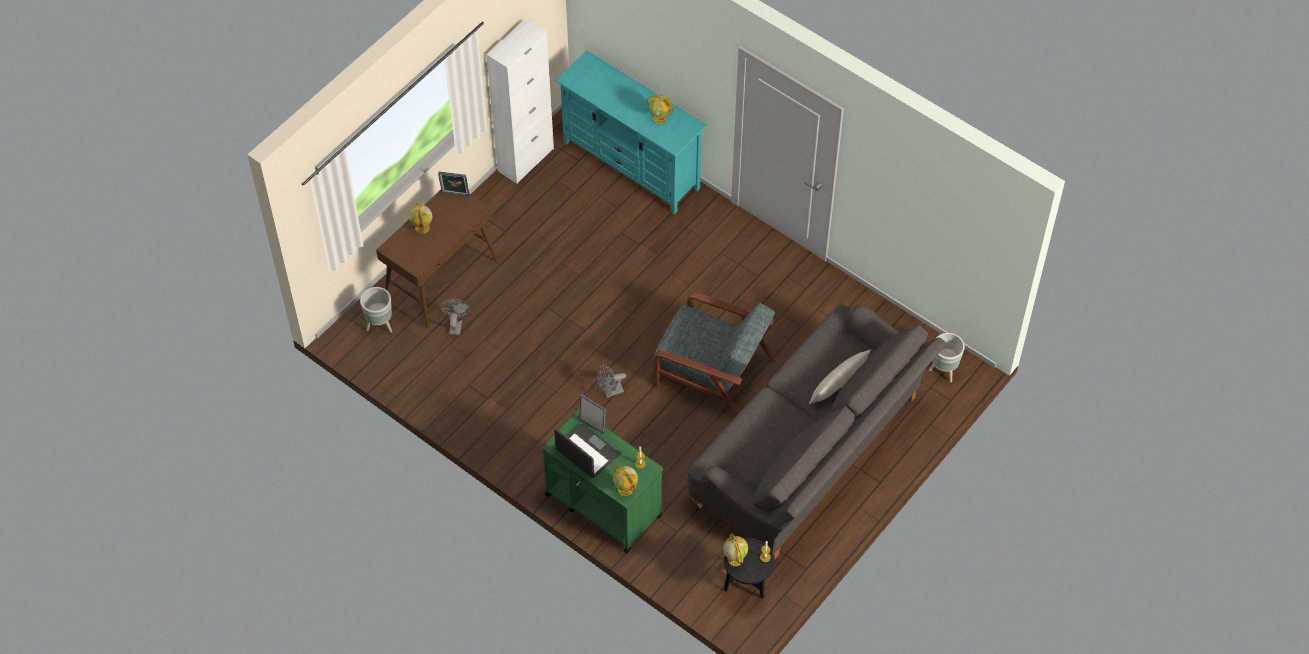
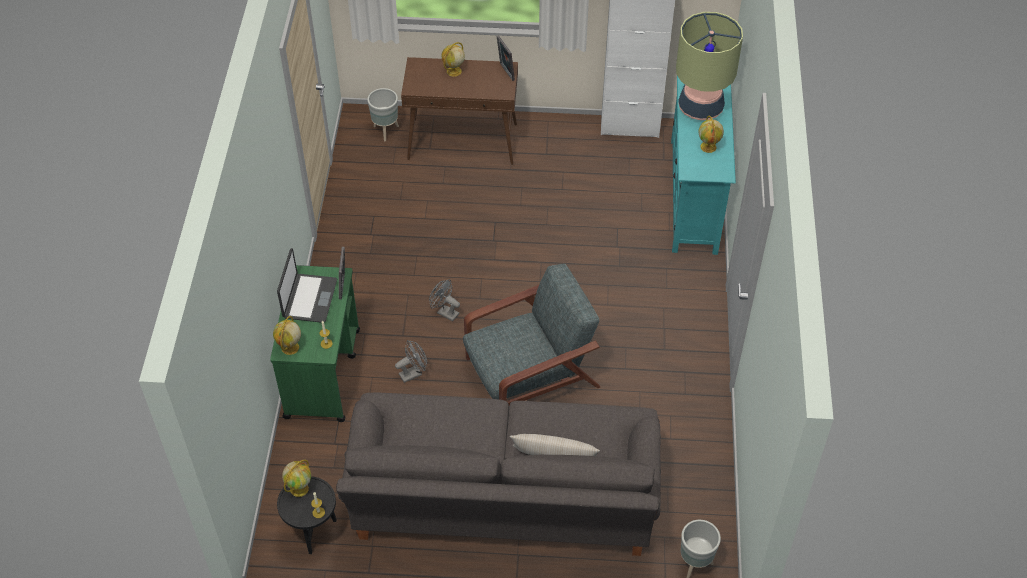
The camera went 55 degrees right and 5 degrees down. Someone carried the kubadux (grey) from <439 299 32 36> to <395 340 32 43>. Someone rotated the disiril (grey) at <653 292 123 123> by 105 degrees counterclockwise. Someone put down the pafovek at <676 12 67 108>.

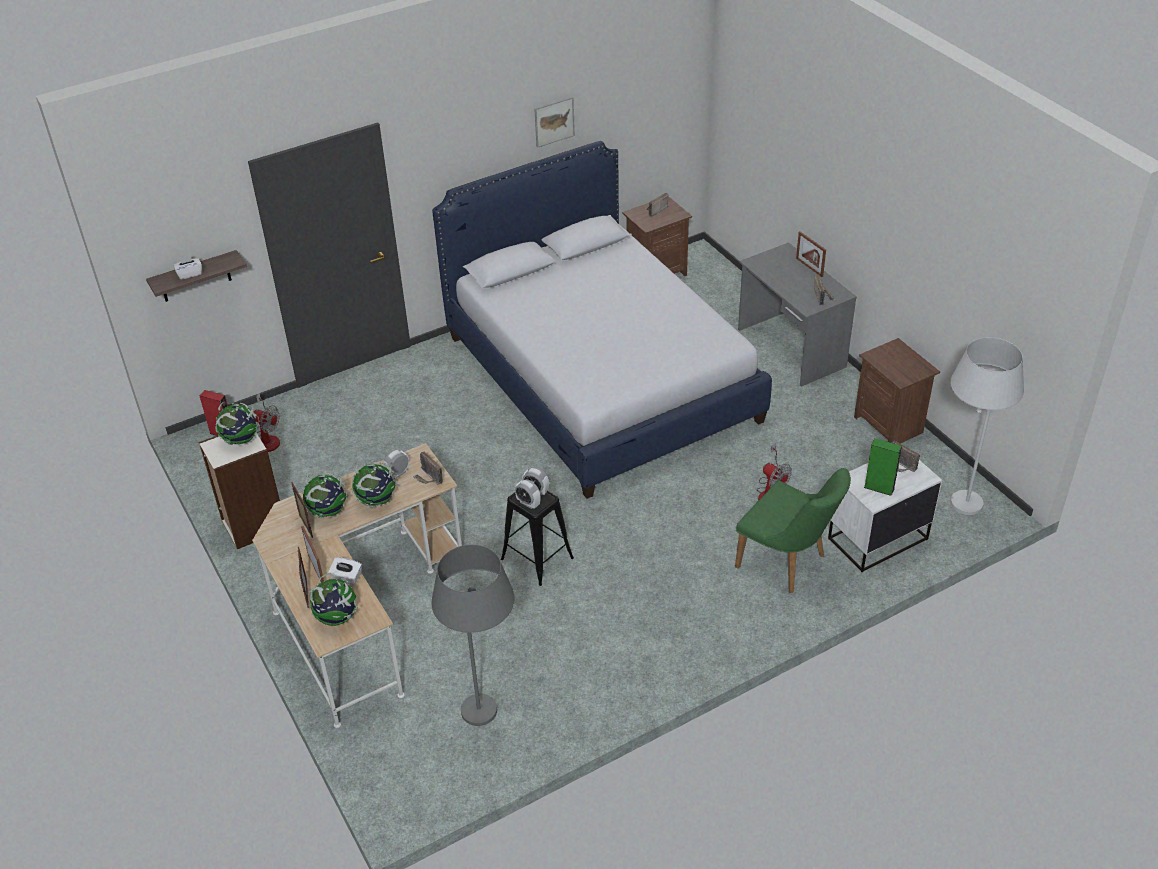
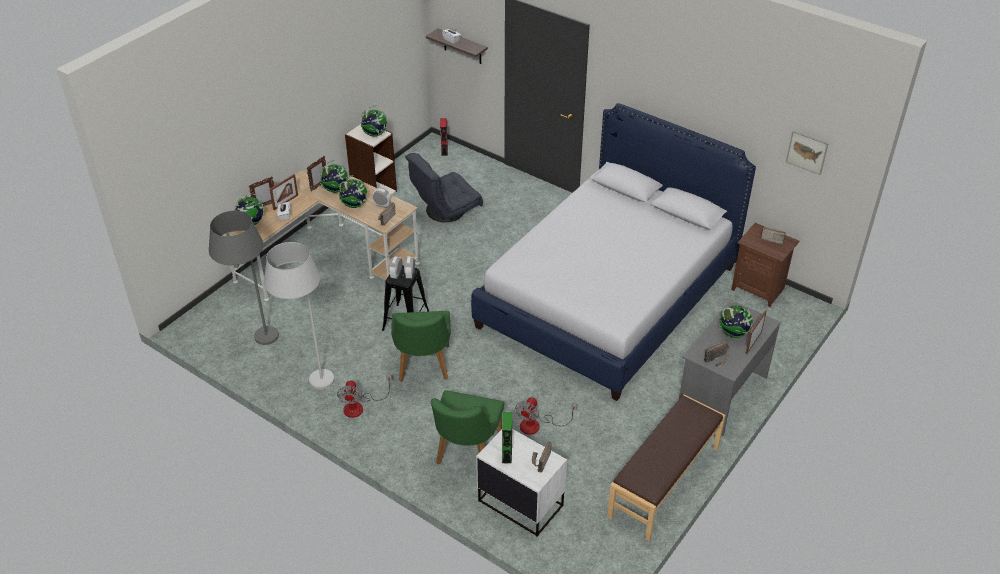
The camera went 65 degrees right and 0 degrees up. Someone carried the kubadux from <253 393 27 59> to <337 375 55 43>. Someone carried the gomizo from <534 96 41 52> to <786 131 43 44>. Someone swapped the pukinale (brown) at <854 338 86 105> for the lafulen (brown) at <607 395 118 146>. Someone carried the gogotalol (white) from <950 337 74 178> to <264 242 70 147>. Someone put down the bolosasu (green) at <391 311 60 71>. Someone put down the disiril (grey) at <405 153 78 69>. Someone put down the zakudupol at <719 301 34 37>.

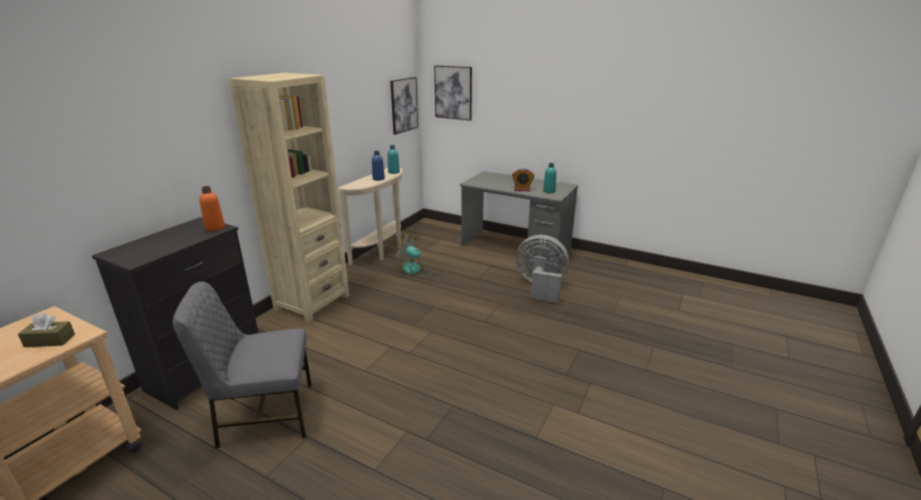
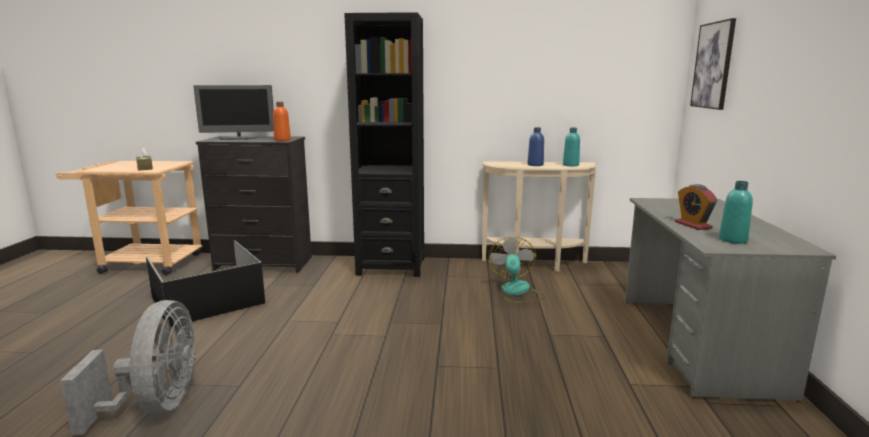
The camera went 65 degrees right and 10 degrees down. Someone swapped the bolosasu (grey) at <173 281 139 167> for the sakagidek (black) at <146 241 119 86>. Someone repainted the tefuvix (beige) at <229 73 120 250>, which became the tefuvix (black) at <344 12 80 265>. Someone took away the gomizo at <390 77 28 58>. Someone carried the kubadux (grey) from <515 235 54 68> to <60 300 136 135>. Someone put down the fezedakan at <193 85 81 55>.

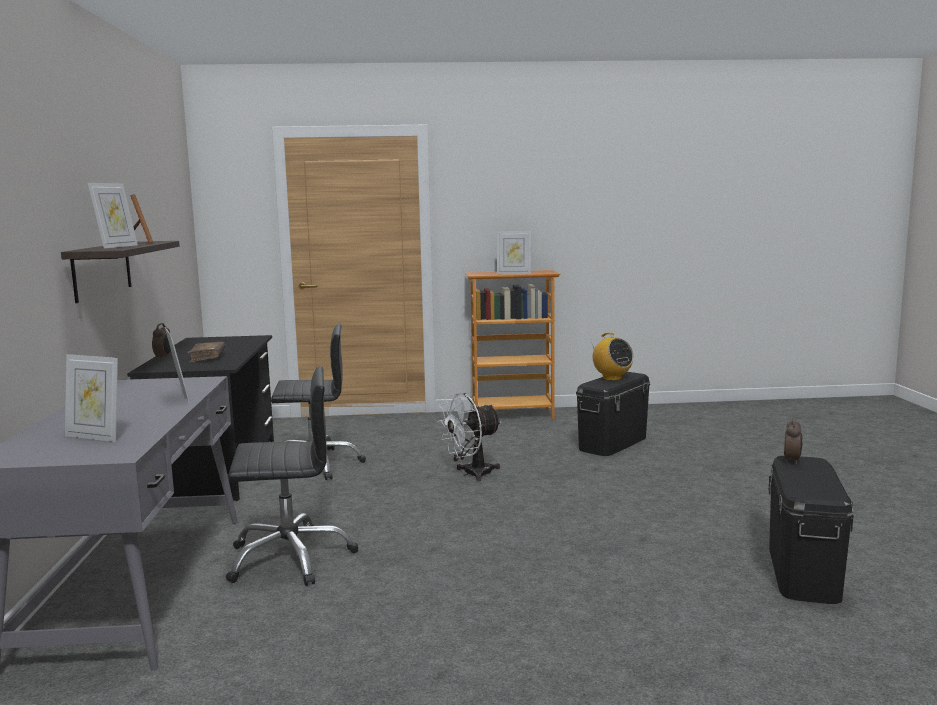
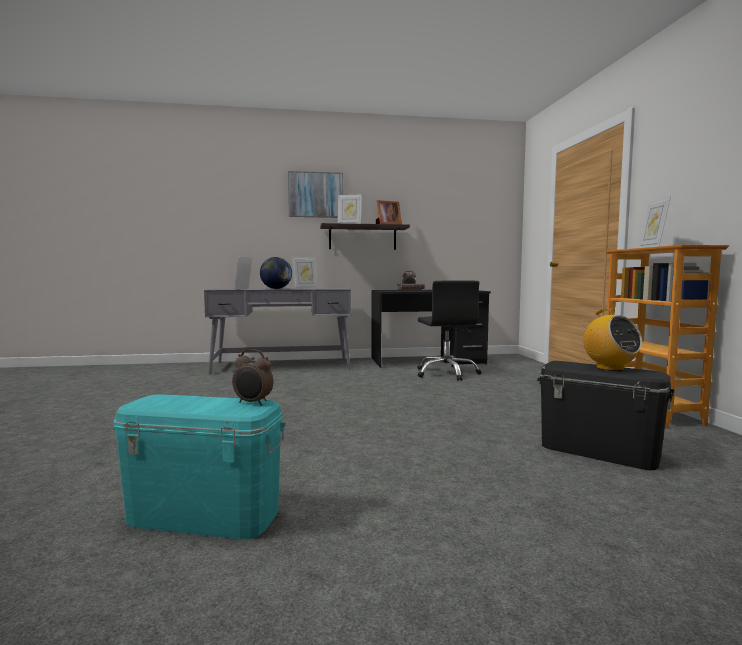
The camera went 85 degrees right and 5 degrees down. Someone took away the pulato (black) at <226 366 133 220>. Someone took away the kubadux (white) at <438 393 63 88>. Someone rotated the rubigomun at <591 332 43 49> by 75 degrees counterclockwise. Someone repainted the sakagidek (black) at <769 456 85 148>, which became the sakagidek (turquoise) at <113 395 173 144>. Someone put down the zakudupol at <260 257 32 32>. Someone put up the gomizo at <288 171 55 47>.

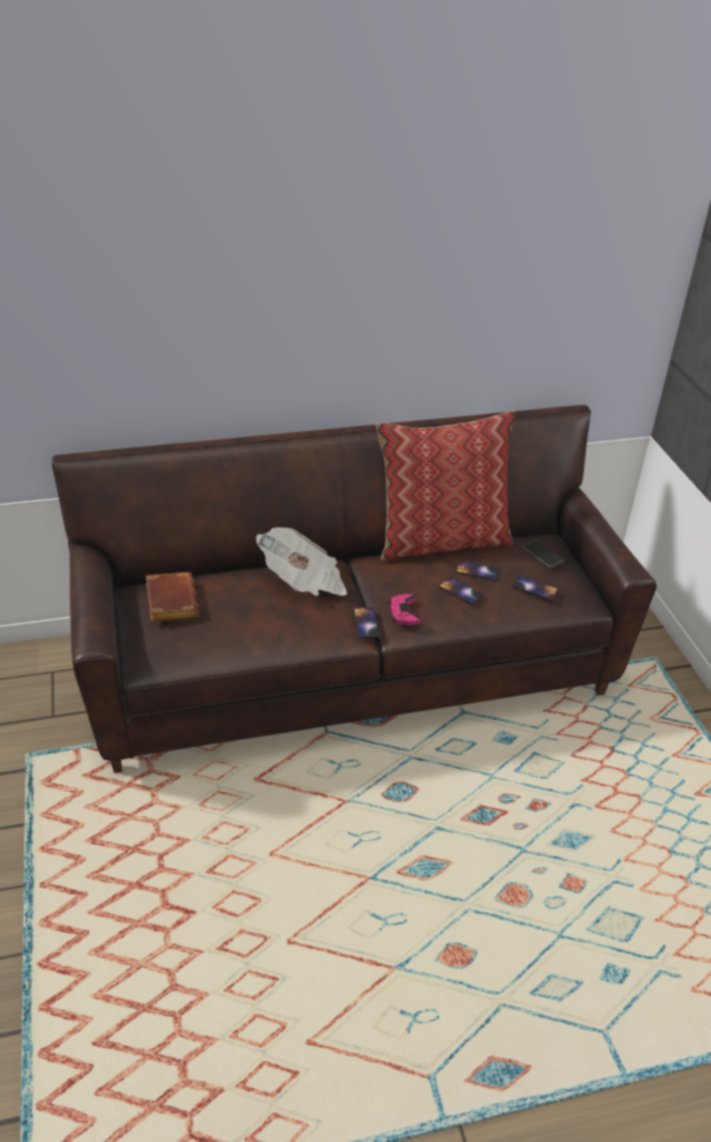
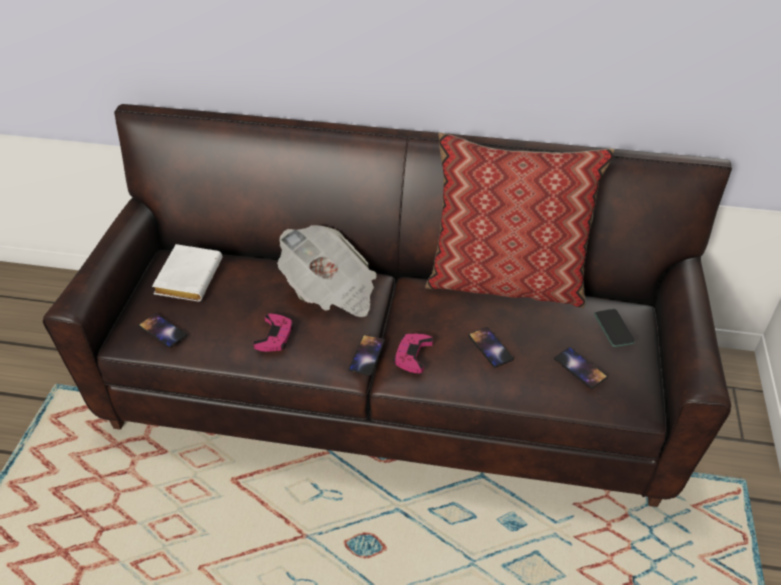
The camera went 25 degrees right and 5 degrees up. Someone repainted the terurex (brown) at <146 572 53 50>, which became the terurex (white) at <152 244 70 58>. Someone carried the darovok from <456 561 44 20> to <138 313 49 35>. Someone put down the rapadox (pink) at <253 314 41 38>.

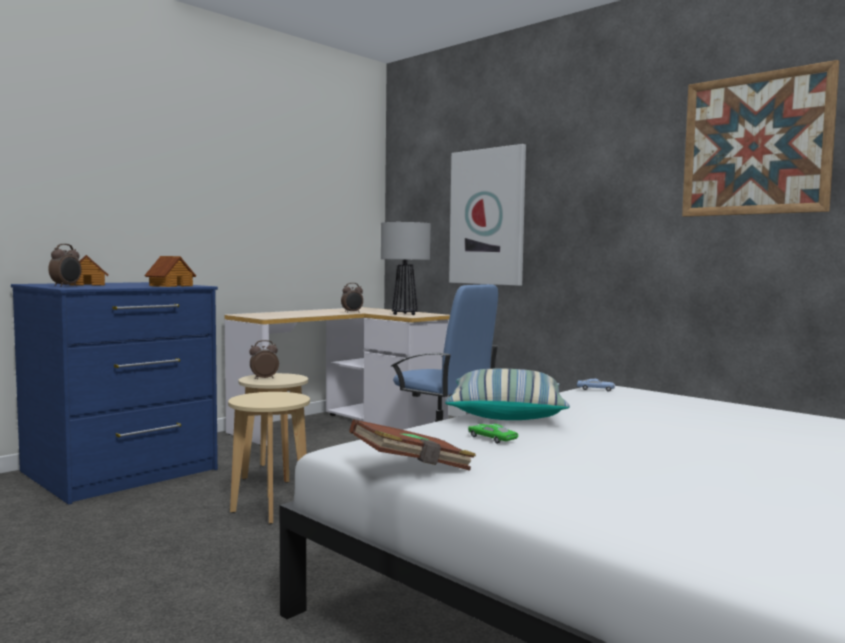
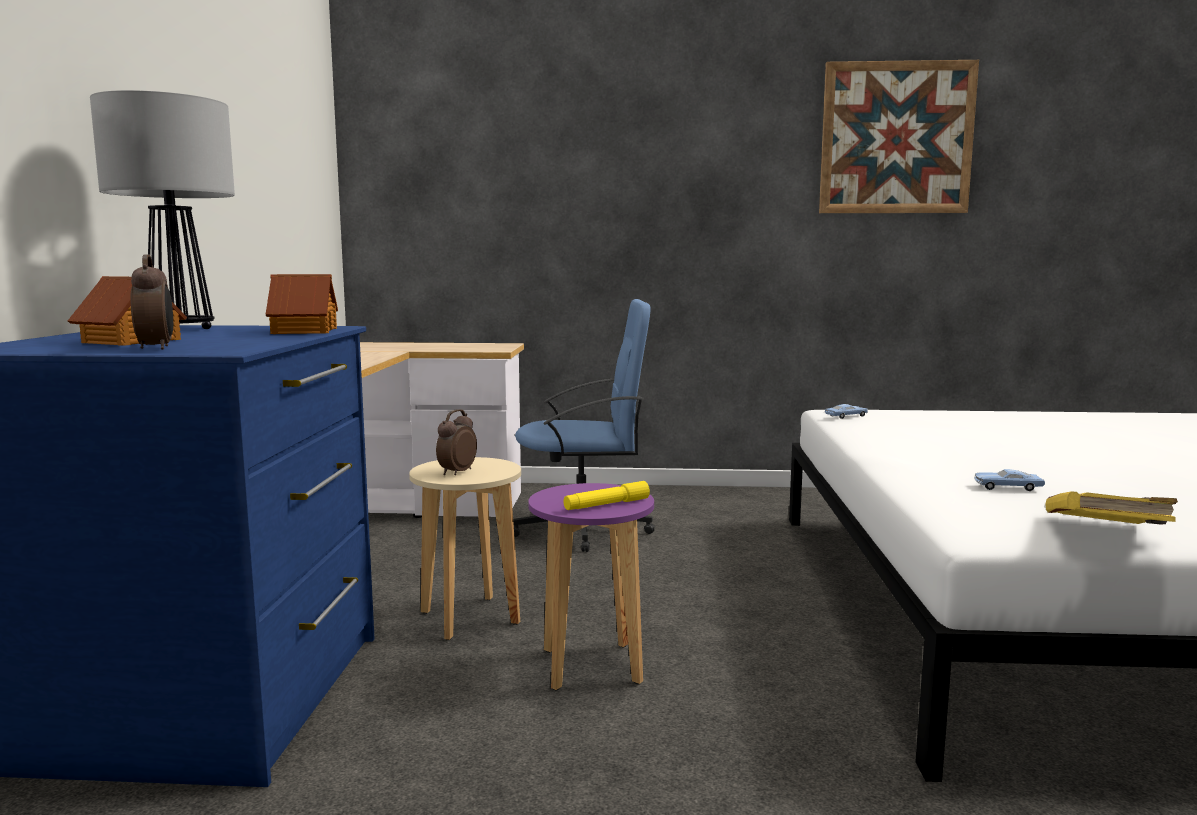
The camera went 40 degrees left and 5 degrees up. Someone repainted the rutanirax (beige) at <228 392 82 132>, which became the rutanirax (purple) at <528 483 126 208>. Someone took away the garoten at <341 283 22 30>. Someone repainted the terurex (brown) at <350 419 126 52>, which became the terurex (yellow) at <1045 491 133 33>. Someone carried the pafovek from <381 222 50 93> to <90 90 145 239>. Someone took away the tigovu at <445 369 125 51>. Someone took away the gomizo at <449 144 77 142>. Someone repainted the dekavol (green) at <468 424 50 20>, which became the dekavol (blue) at <974 469 71 22>. Someone put down the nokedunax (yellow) at <563 481 87 29>.

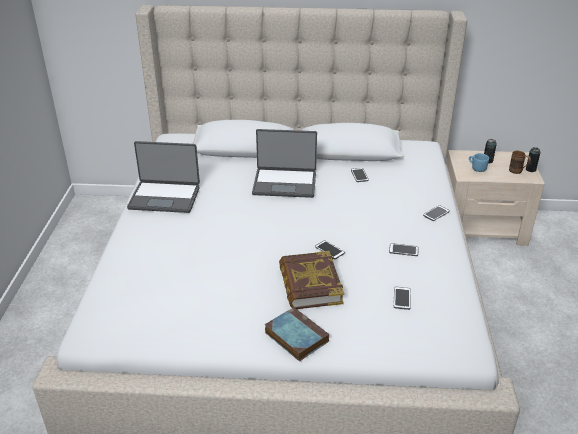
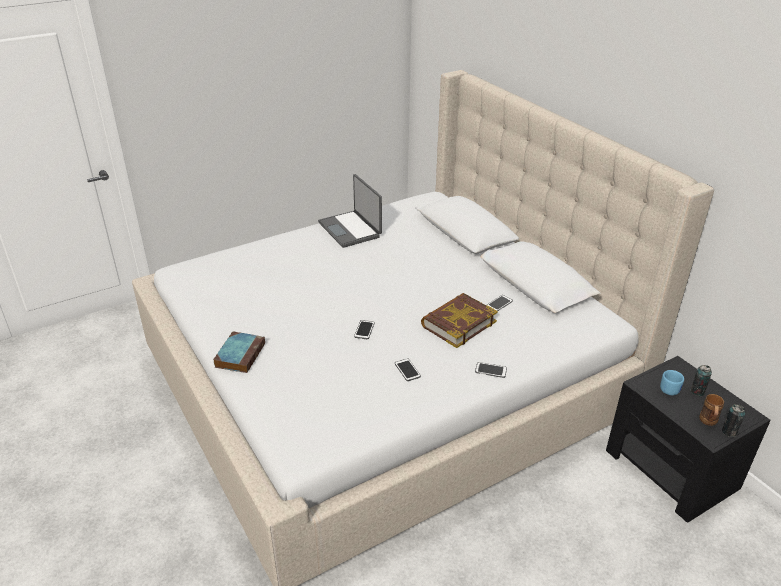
The camera went 55 degrees right and 0 degrees up. Someone took away the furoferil at <252 129 65 69>. Someone carried the terurex from <279 251 65 58> to <421 293 77 55>. Someone took away the darovok at <394 287 17 23>. Someone repainted the pukinale (beige) at <446 150 99 96>, which became the pukinale (black) at <606 356 165 166>.

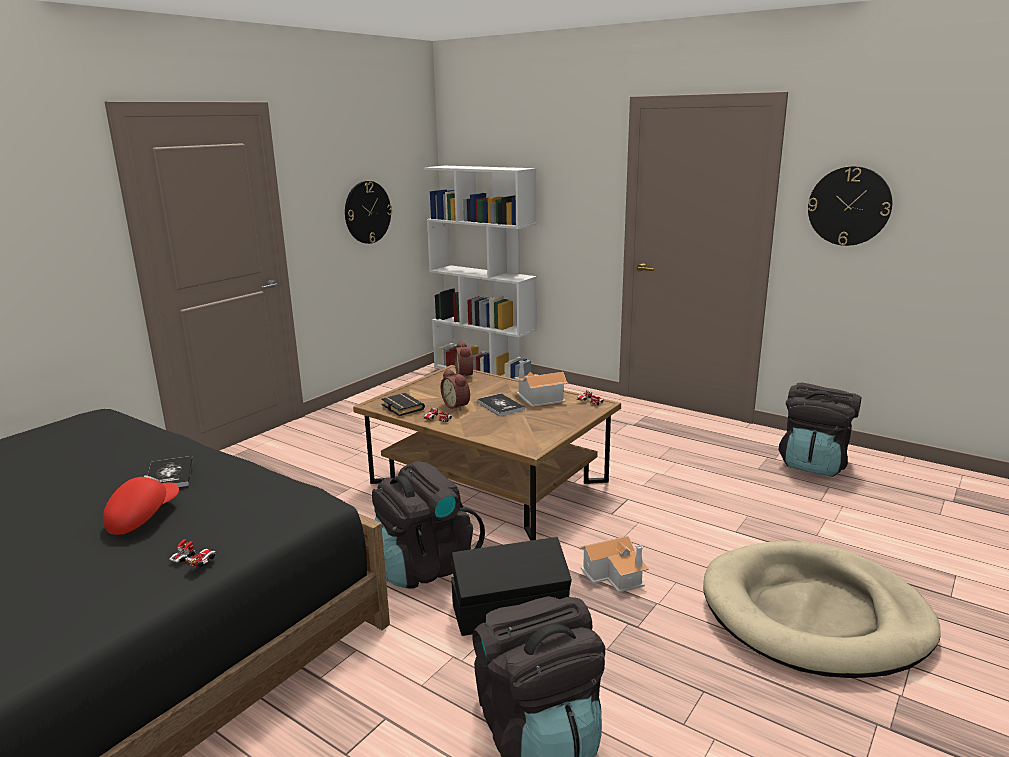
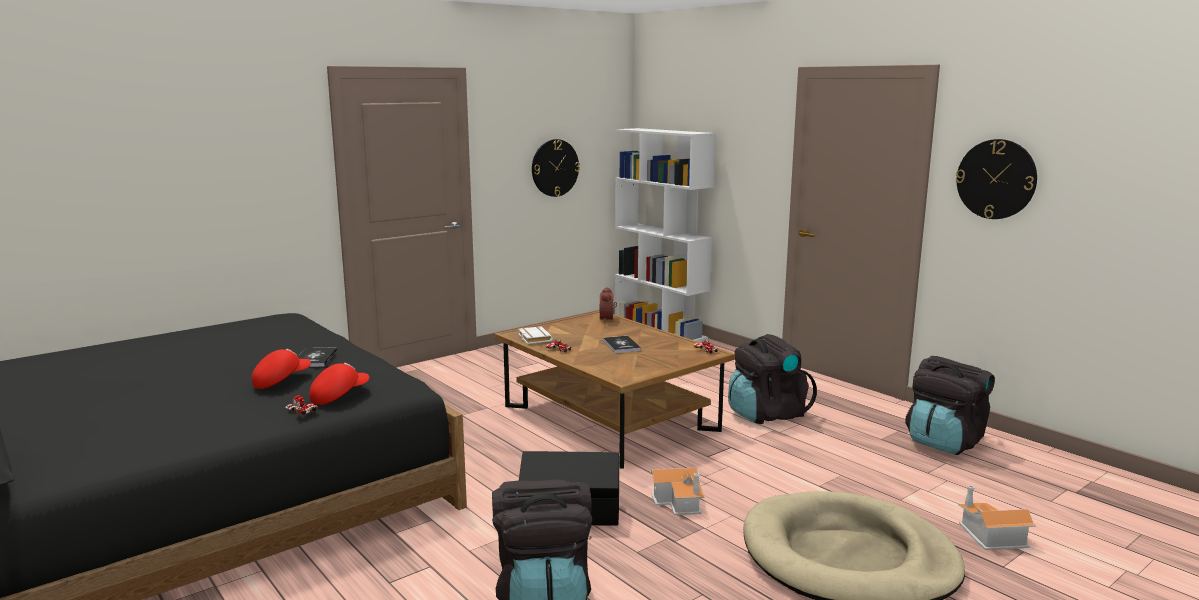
The camera went 15 degrees right and 5 degrees down. Someone carried the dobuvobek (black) from <372 461 113 128> to <728 334 89 90>. Someone repainted the terurex (black) at <381 393 44 23>, which became the terurex (white) at <518 326 35 18>. Someone took away the garoten at <441 369 29 42>. Someone carried the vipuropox from <514 361 54 46> to <958 486 78 64>. Someone put down the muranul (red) at <309 363 60 42>.

